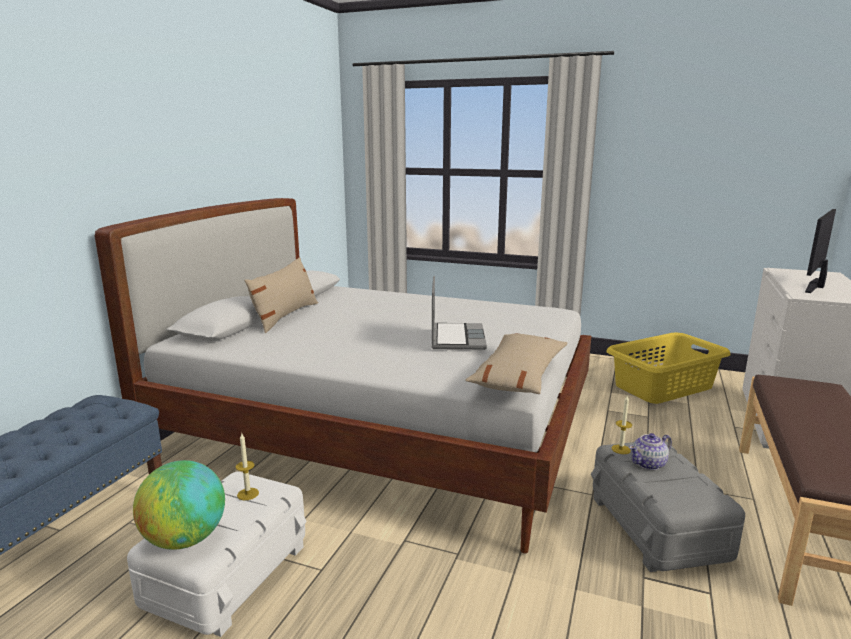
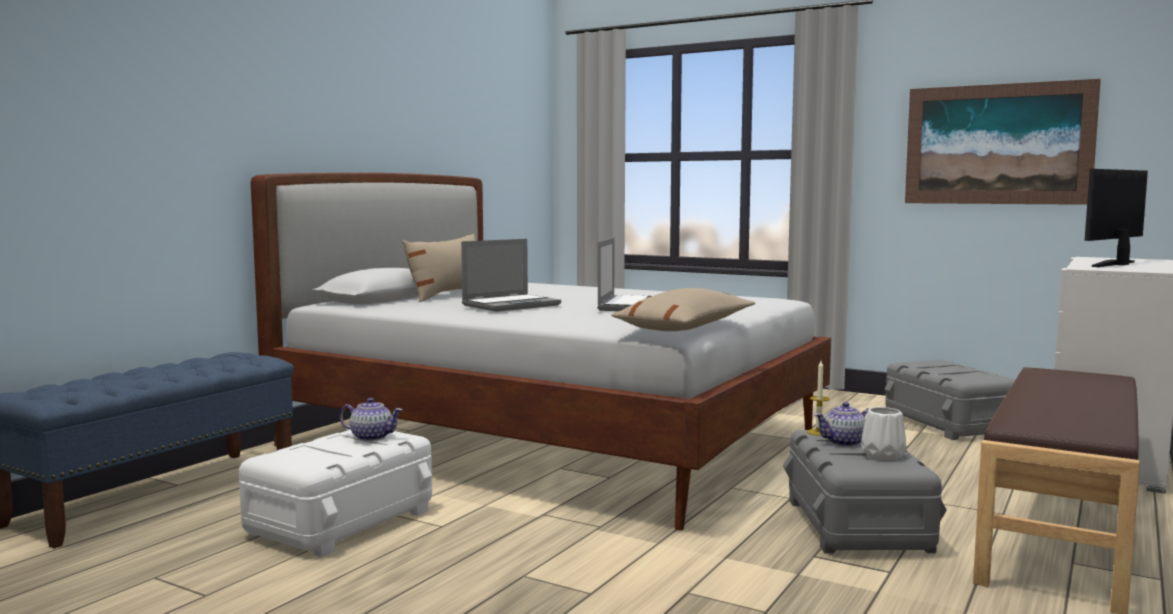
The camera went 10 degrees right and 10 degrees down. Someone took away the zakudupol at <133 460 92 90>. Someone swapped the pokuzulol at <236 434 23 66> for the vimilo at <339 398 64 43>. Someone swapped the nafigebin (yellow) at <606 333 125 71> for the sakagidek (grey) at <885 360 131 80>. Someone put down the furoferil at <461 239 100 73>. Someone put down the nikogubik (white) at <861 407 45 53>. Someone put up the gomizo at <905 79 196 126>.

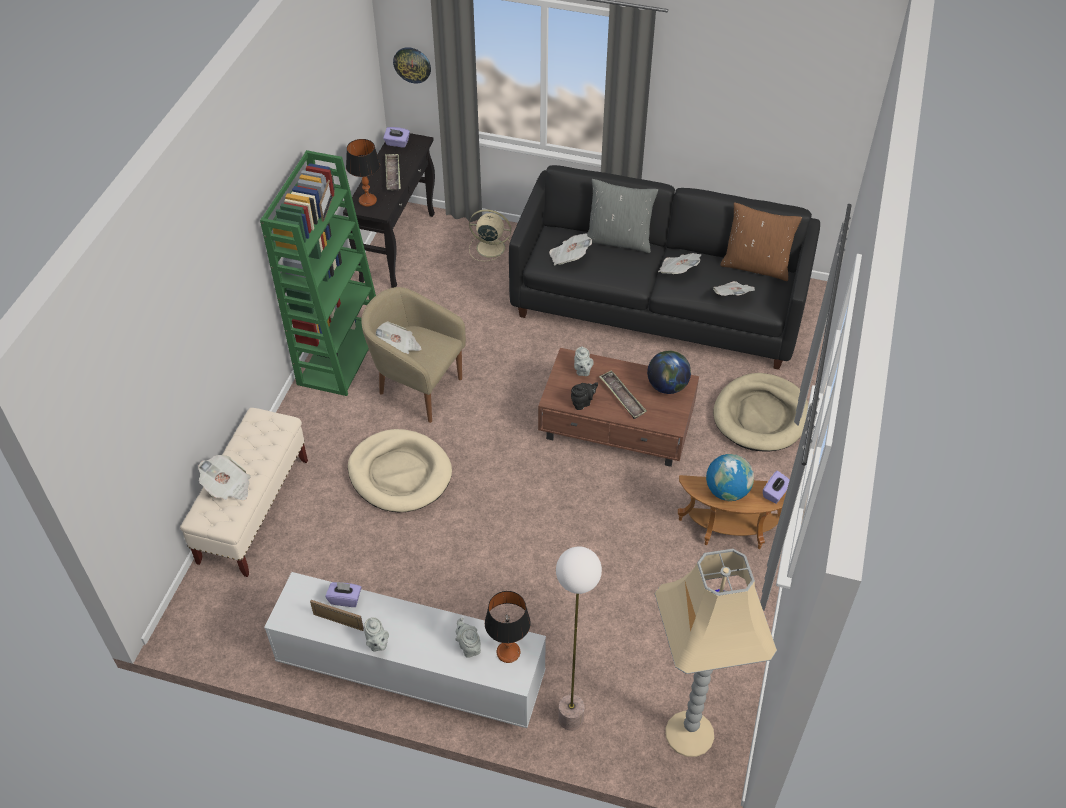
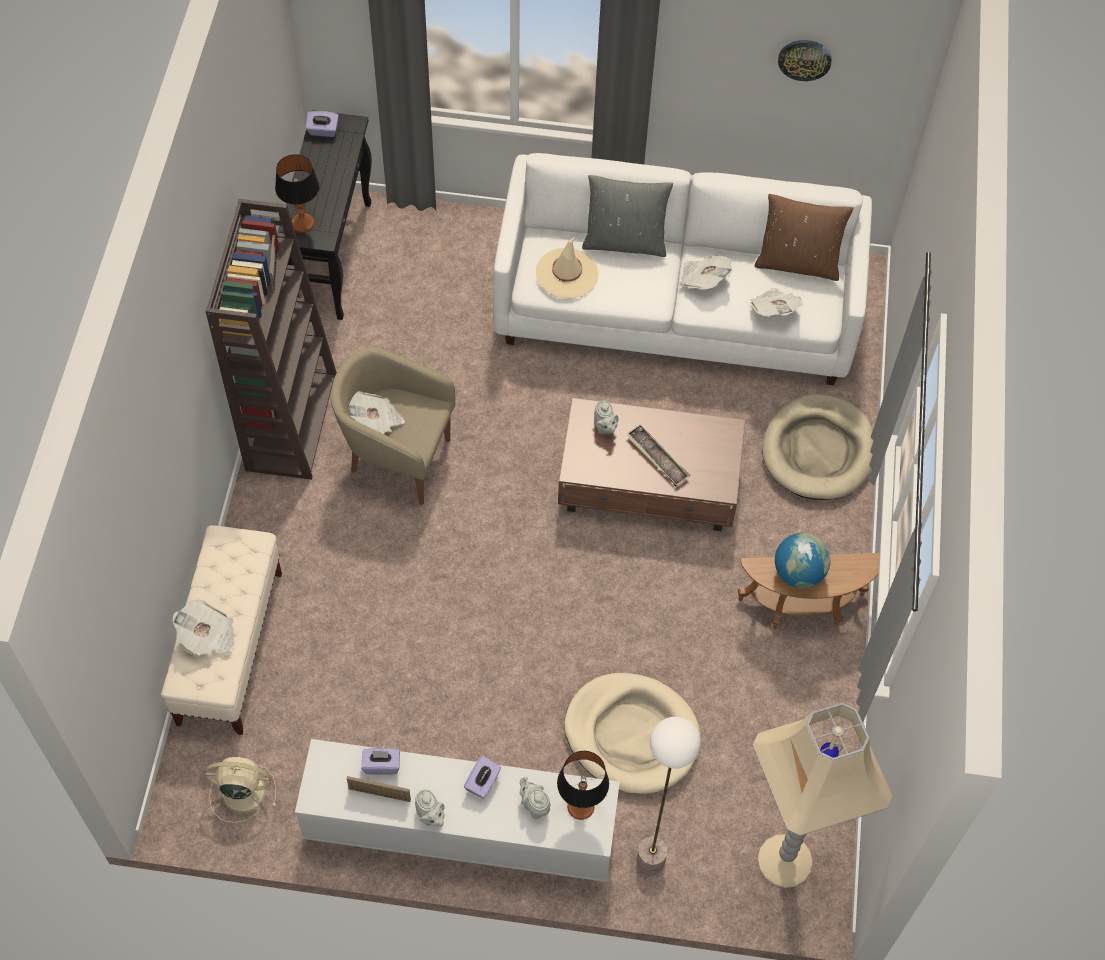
The camera went 10 degrees left and 10 degrees up. Someone repainted the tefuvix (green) at <260 150 116 246>, which became the tefuvix (brown) at <205 199 132 281>. Someone carried the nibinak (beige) from <348 429 104 83> to <564 673 137 121>. Someone took away the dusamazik at <385 154 16 37>. Someone carried the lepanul from <393 47 38 36> to <778 40 54 41>. Someone carried the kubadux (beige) from <469 209 42 53> to <204 757 72 66>. Someone repainted the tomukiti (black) at <509 165 311 205>, which became the tomukiti (white) at <493 153 379 232>. Someone swapped the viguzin at <549 233 43 32> for the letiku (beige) at <536 237 62 62>. Someone took away the vimilo (black) at <571 382 27 28>. Someone took away the zakudupol at <647 351 44 43>. Someone carried the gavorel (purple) from <763 471 27 33> to <464 756 37 43>.

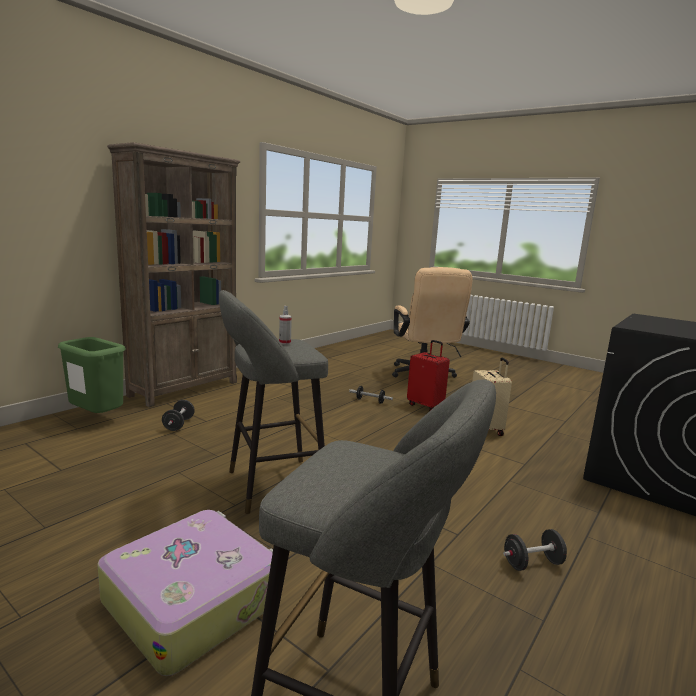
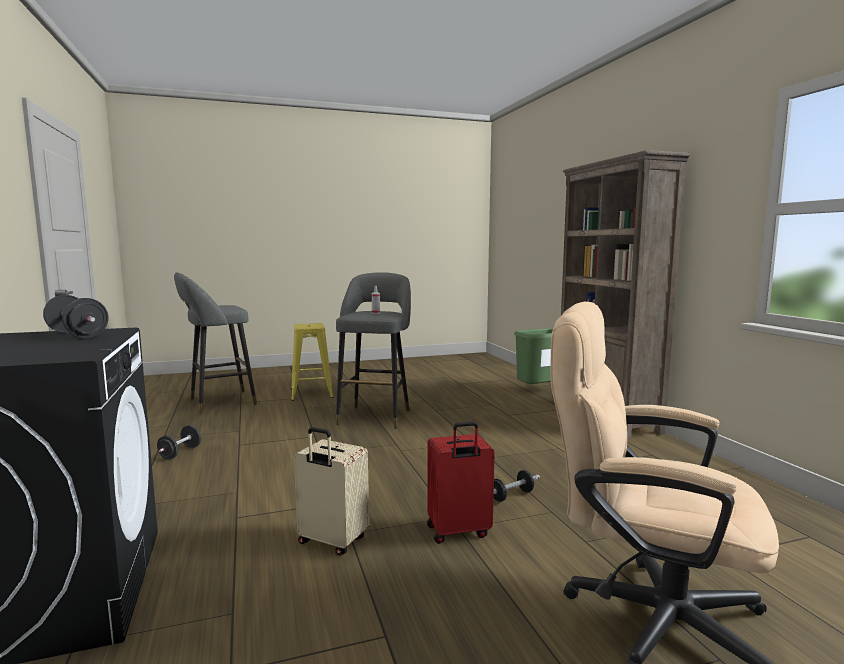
The camera went 125 degrees right and 5 degrees down. Someone swapped the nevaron at <97 510 176 166> for the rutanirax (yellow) at <291 323 43 78>. Someone carried the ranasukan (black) from <162 400 33 31> to <43 295 65 43>.

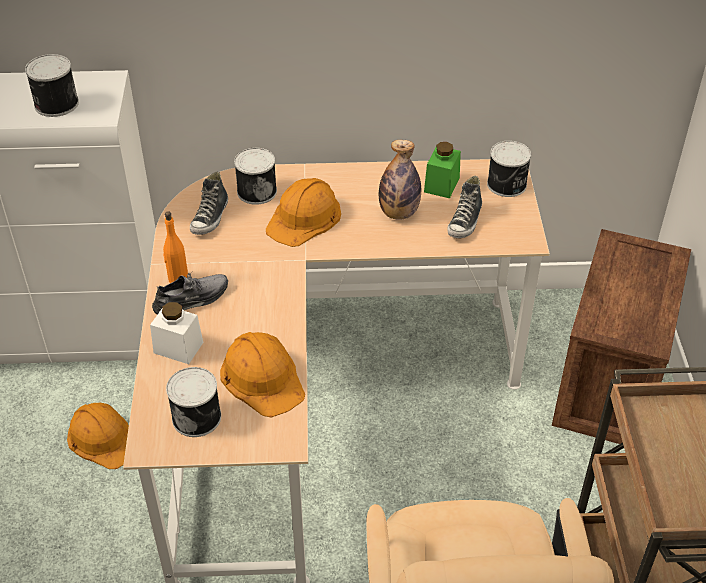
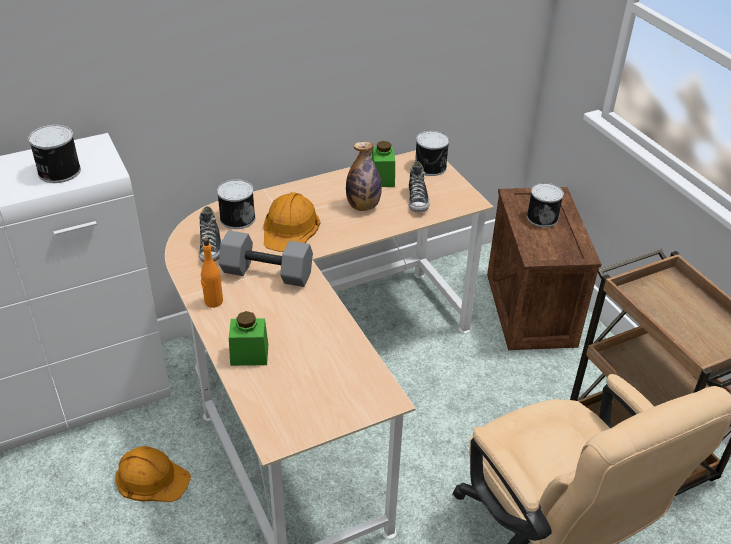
The camera went 25 degrees left and 5 degrees down. Someone repainted the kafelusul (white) at <150 302 54 62>, which became the kafelusul (green) at <229 311 39 55>. Someone took away the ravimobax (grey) at <152 271 76 44>. Someone carried the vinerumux from <166 367 55 70> to <527 183 37 44>. Someone took away the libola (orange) at <220 332 85 86>. Someone put down the ranasukan (grey) at <219 230 94 57>.

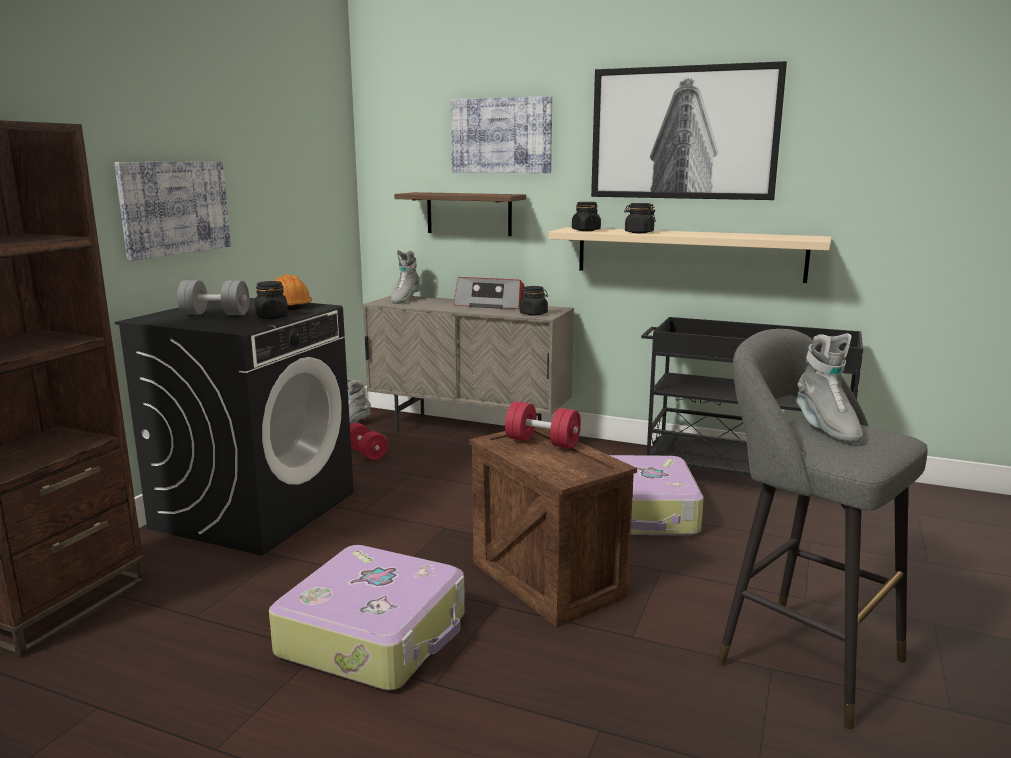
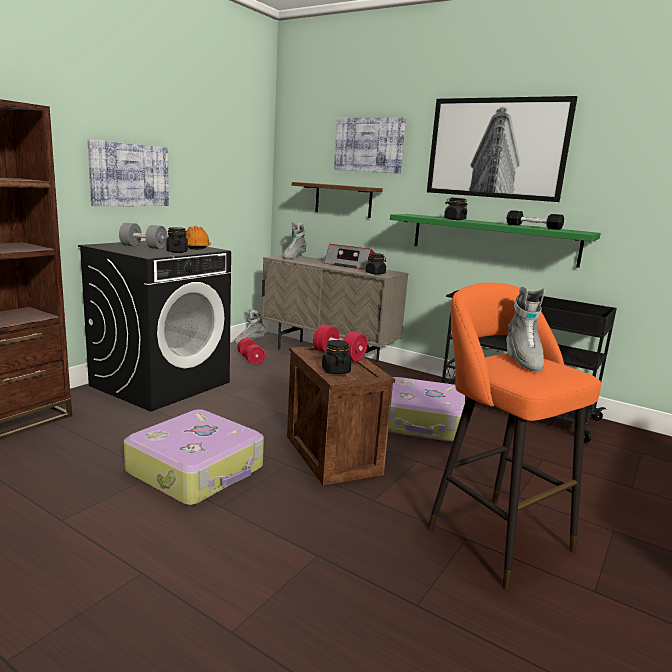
The camera went 10 degrees right and 0 degrees up. Someone repainted the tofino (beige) at <549 227 282 56>, which became the tofino (green) at <390 214 211 54>. Someone carried the kafelusul (black) from <572 202 29 29> to <322 340 29 34>. Someone repainted the rutanirax (grey) at <717 329 211 400>, which became the rutanirax (orange) at <427 282 174 308>. Someone put down the ranasukan (black) at <507 210 57 20>.

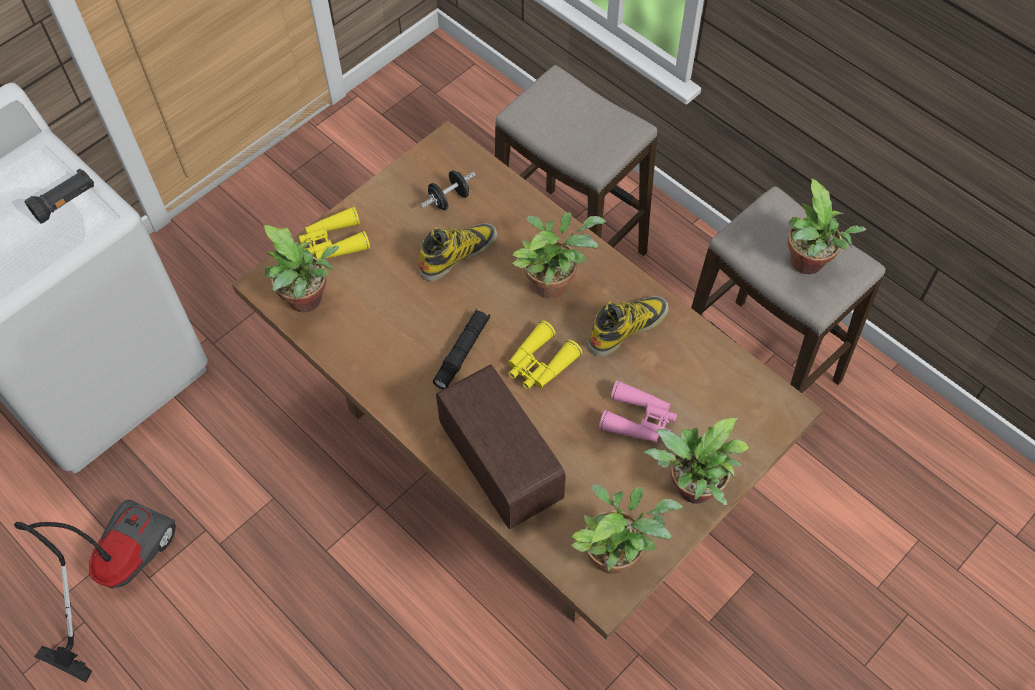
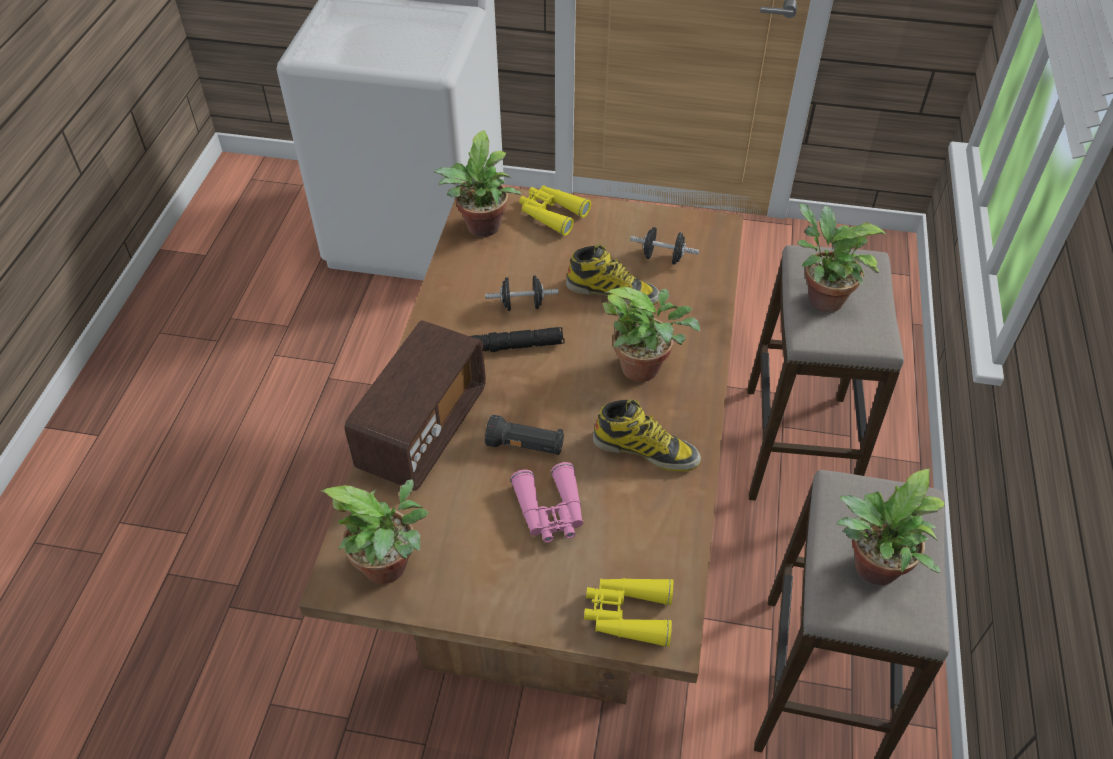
The camera went 55 degrees right and 10 degrees down. Someone took away the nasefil at <14 499 162 184>. Someone carried the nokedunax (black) from <25 169 69 55> to <485 415 79 40>. Someone carried the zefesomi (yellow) from <508 320 74 69> to <584 578 89 69>. Someone carried the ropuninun from <644 418 105 87> to <797 204 90 108>. Someone put down the ranasukan (black) at <485 275 74 36>.

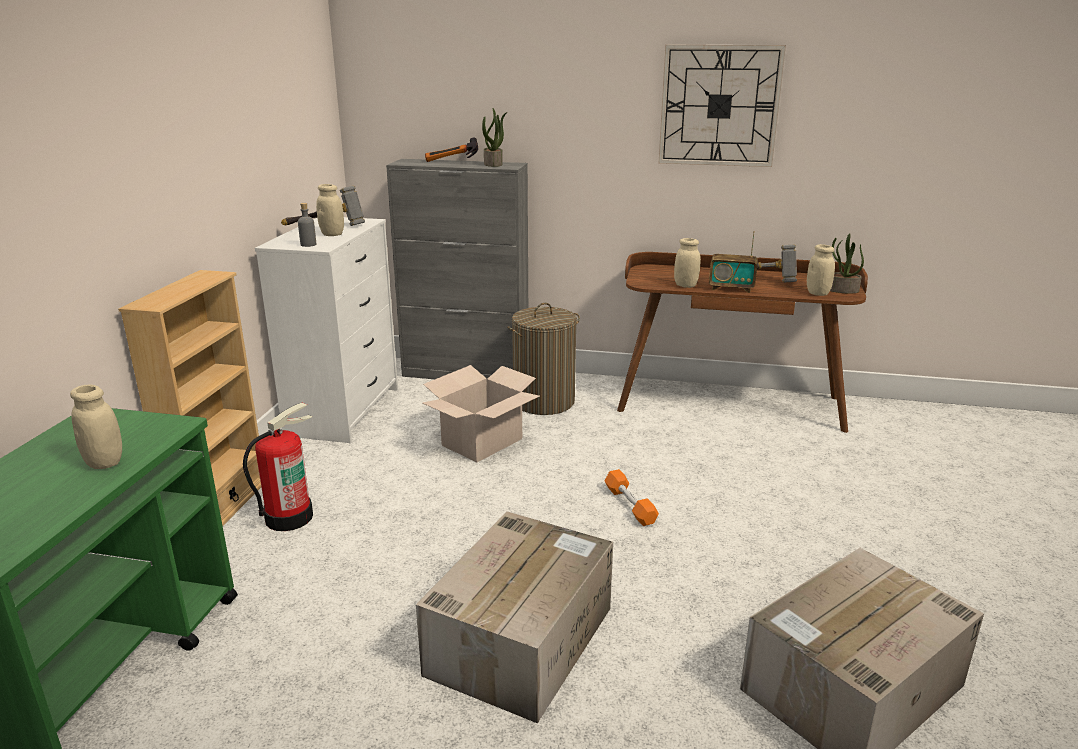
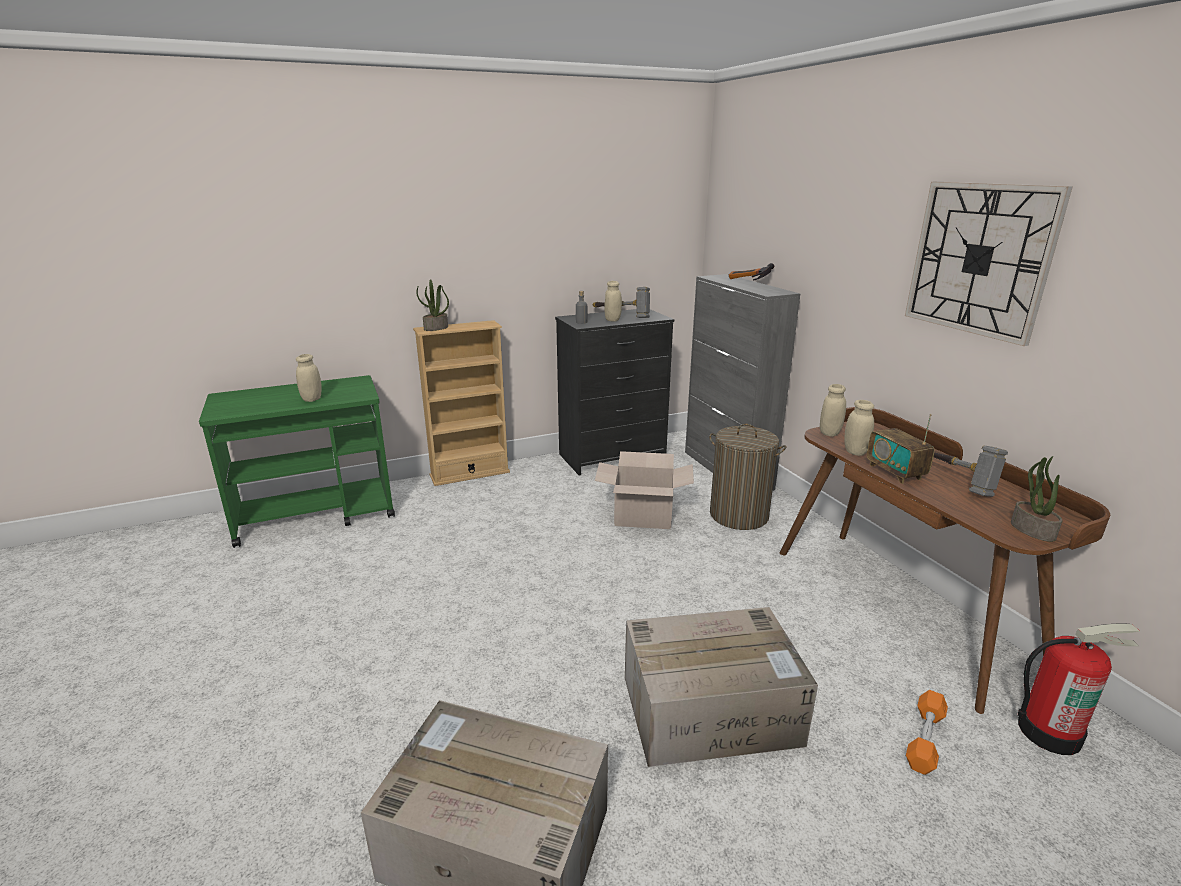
The camera went 55 degrees right and 0 degrees up. Someone carried the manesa from <243 403 70 128> to <1018 623 122 132>. Someone repainted the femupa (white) at <255 217 143 226>, which became the femupa (black) at <555 309 119 167>. Someone carried the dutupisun from <416 511 197 212> to <625 607 193 160>. Someone carried the ropuninun from <482 108 25 59> to <416 279 33 52>. Someone carried the ranasukan (orange) from <605 469 54 57> to <906 690 42 85>. Someone carried the kafelusul (beige) from <807 244 28 52> to <820 384 26 53>.

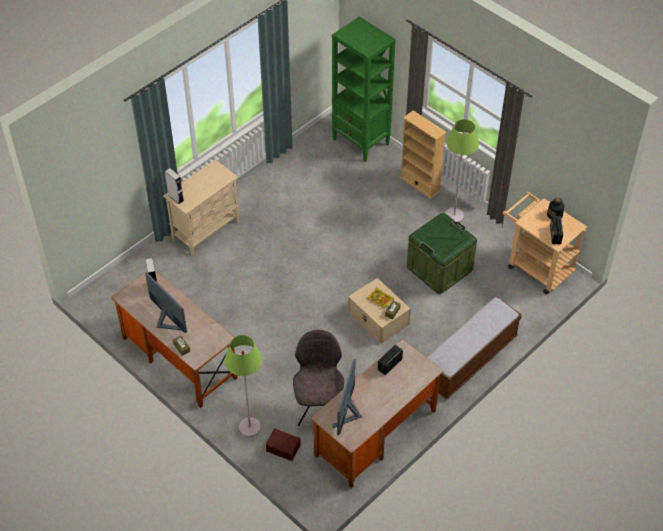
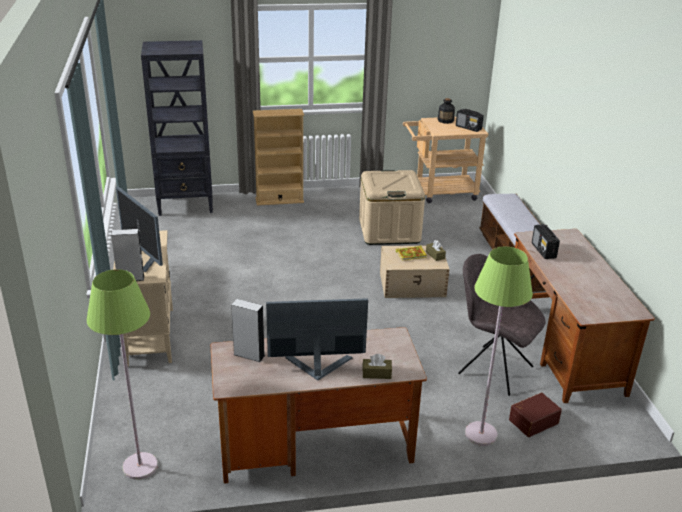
The camera went 55 degrees left and 20 degrees down. Someone repainted the tefuvix (green) at <332 16 64 146>, which became the tefuvix (black) at <141 40 72 176>. Someone carried the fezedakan from <332 359 30 76> to <116 186 47 87>. Someone repainted the sakagidek (green) at <407 213 70 81>, which became the sakagidek (beige) at <359 170 66 75>. Someone carried the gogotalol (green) from <445 119 34 103> to <87 269 71 211>.

